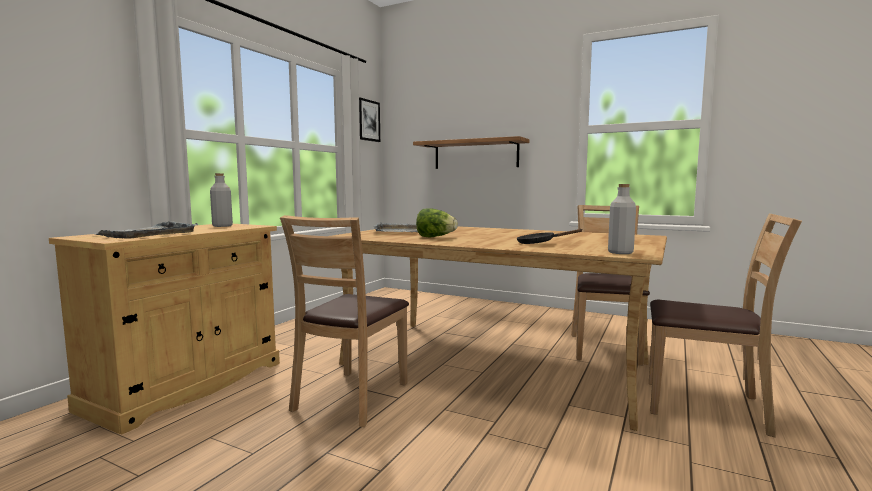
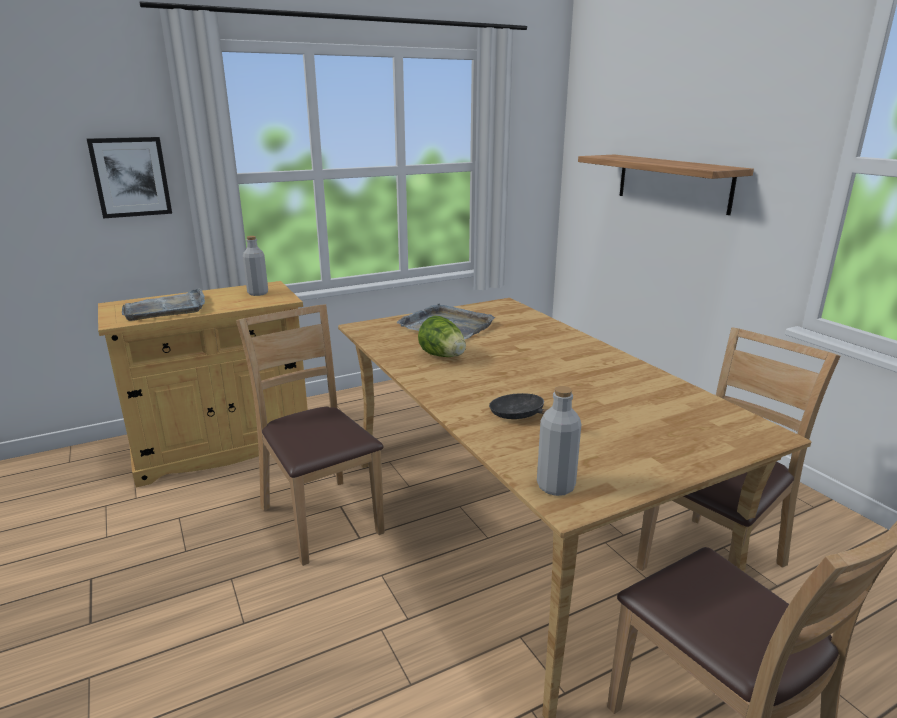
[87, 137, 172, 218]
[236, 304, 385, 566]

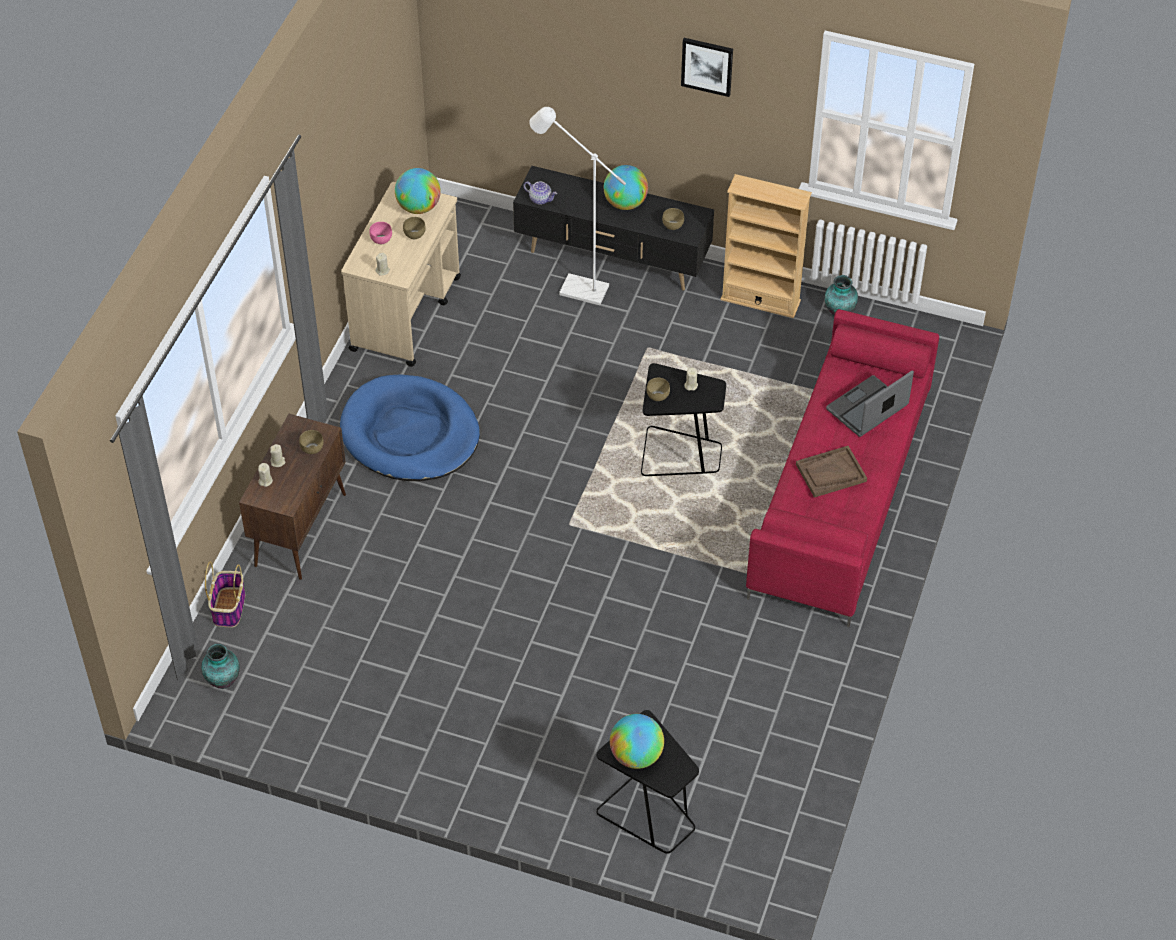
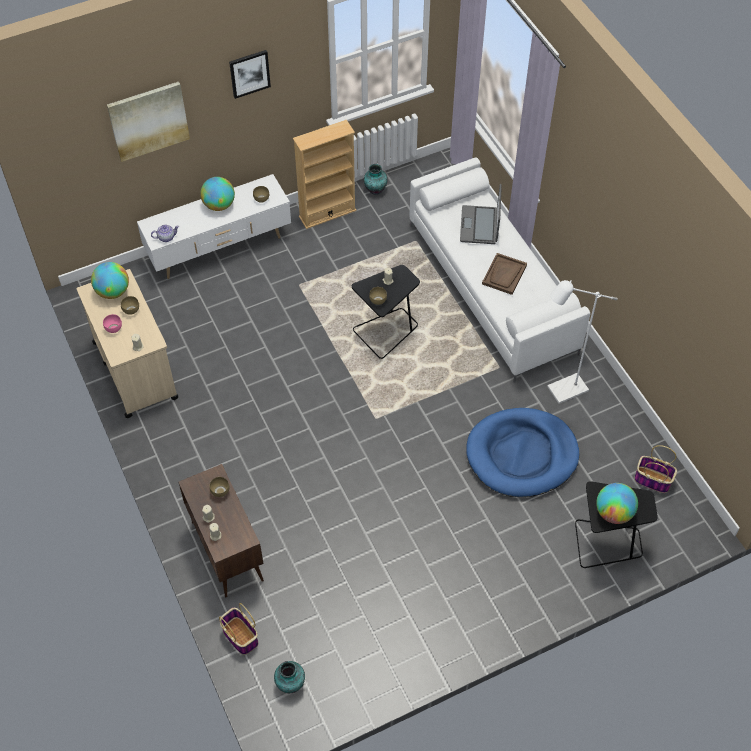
[107, 82, 190, 162]
[137, 174, 291, 279]
[409, 157, 590, 383]
[467, 408, 579, 497]
[547, 280, 618, 404]
[634, 445, 677, 493]

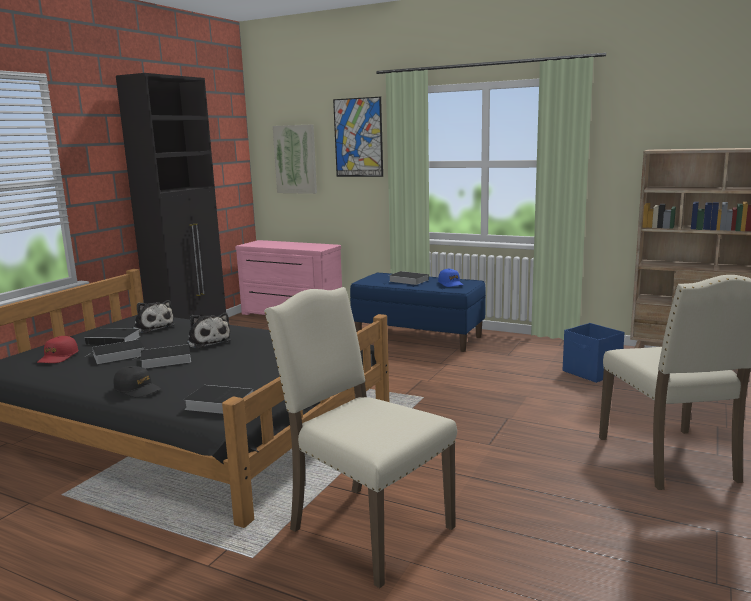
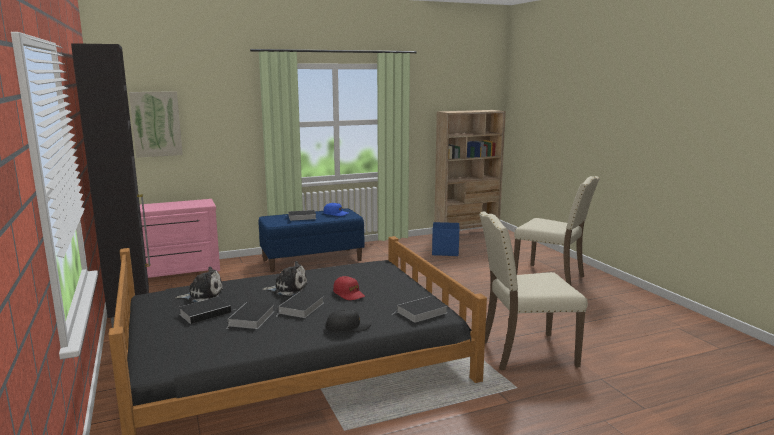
[333, 276, 365, 300]
[333, 97, 383, 177] (first image)

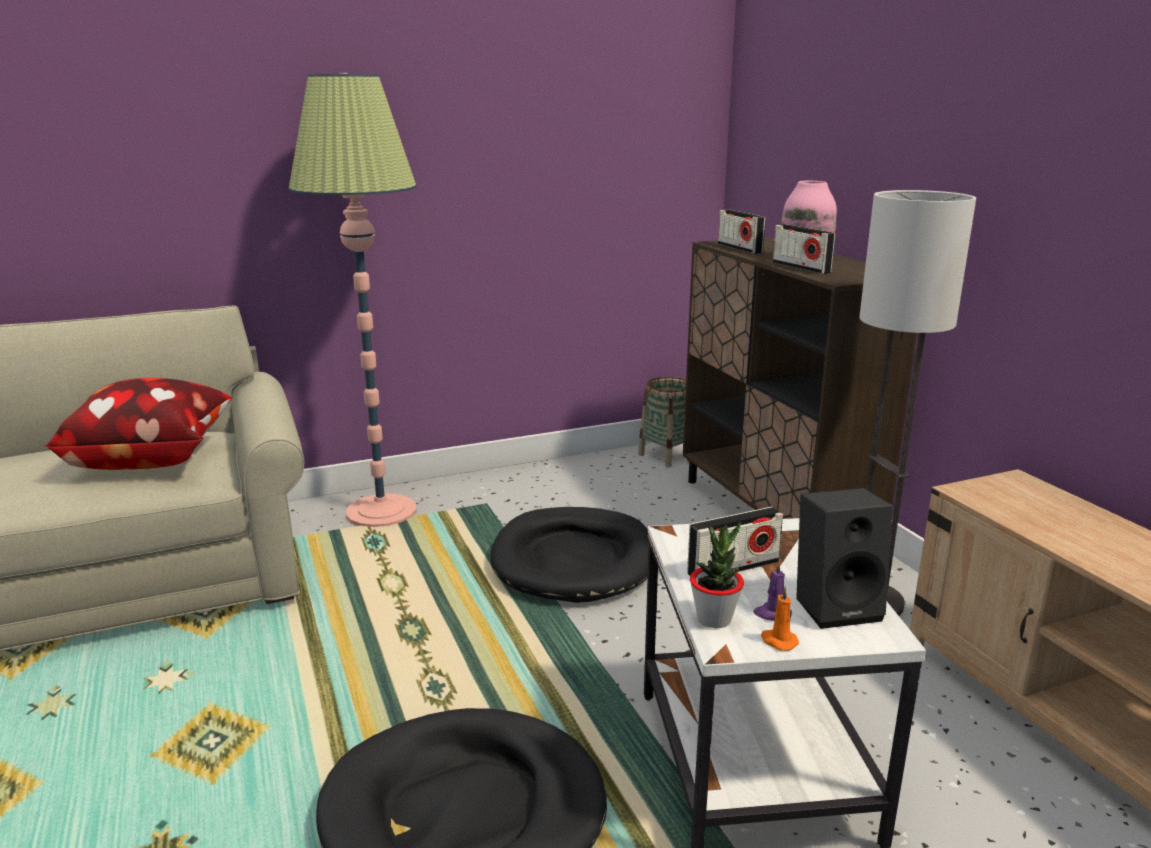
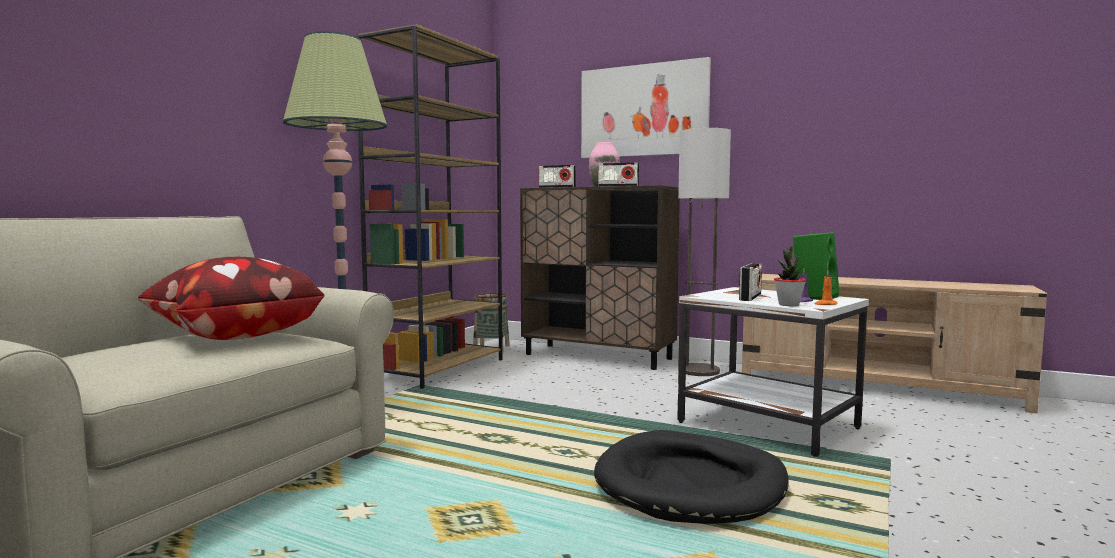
[356, 24, 502, 389]
[581, 57, 711, 158]
[793, 232, 839, 300]
[490, 507, 649, 603] (first image)

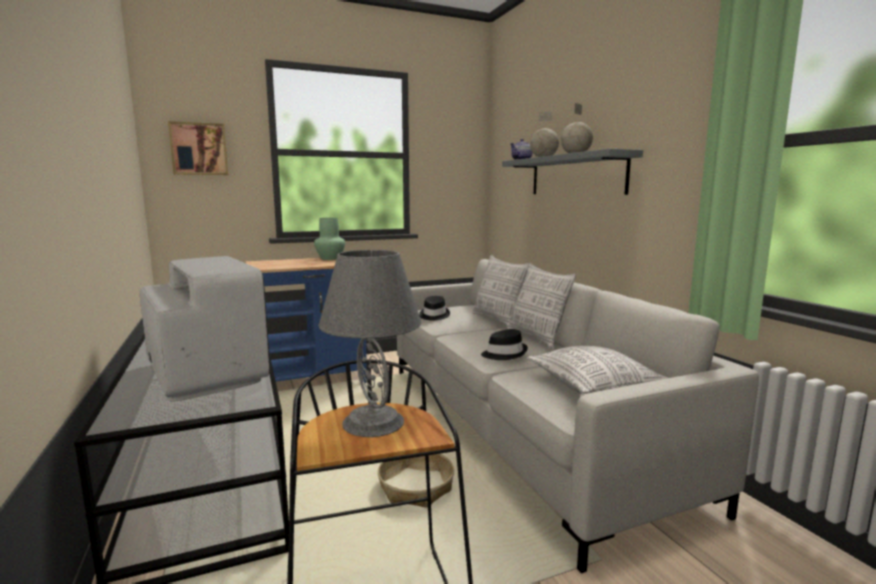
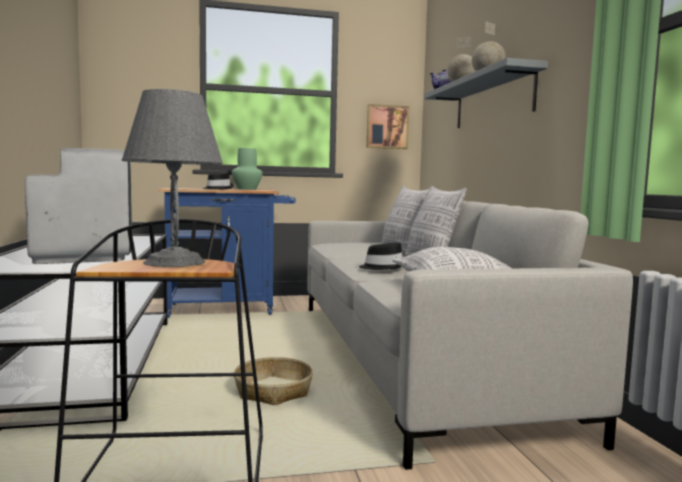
[203, 172, 234, 190]
[366, 104, 410, 149]

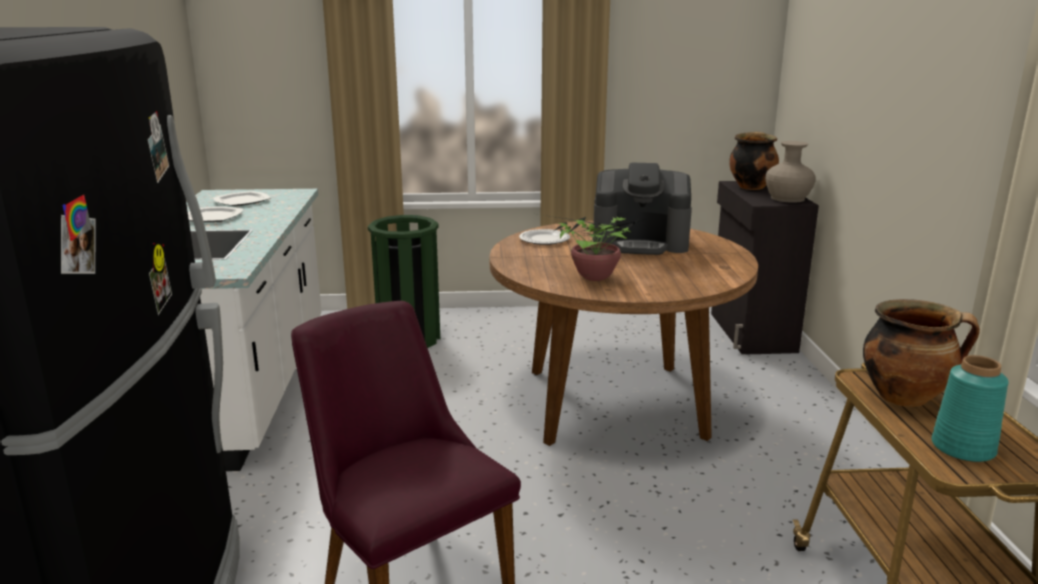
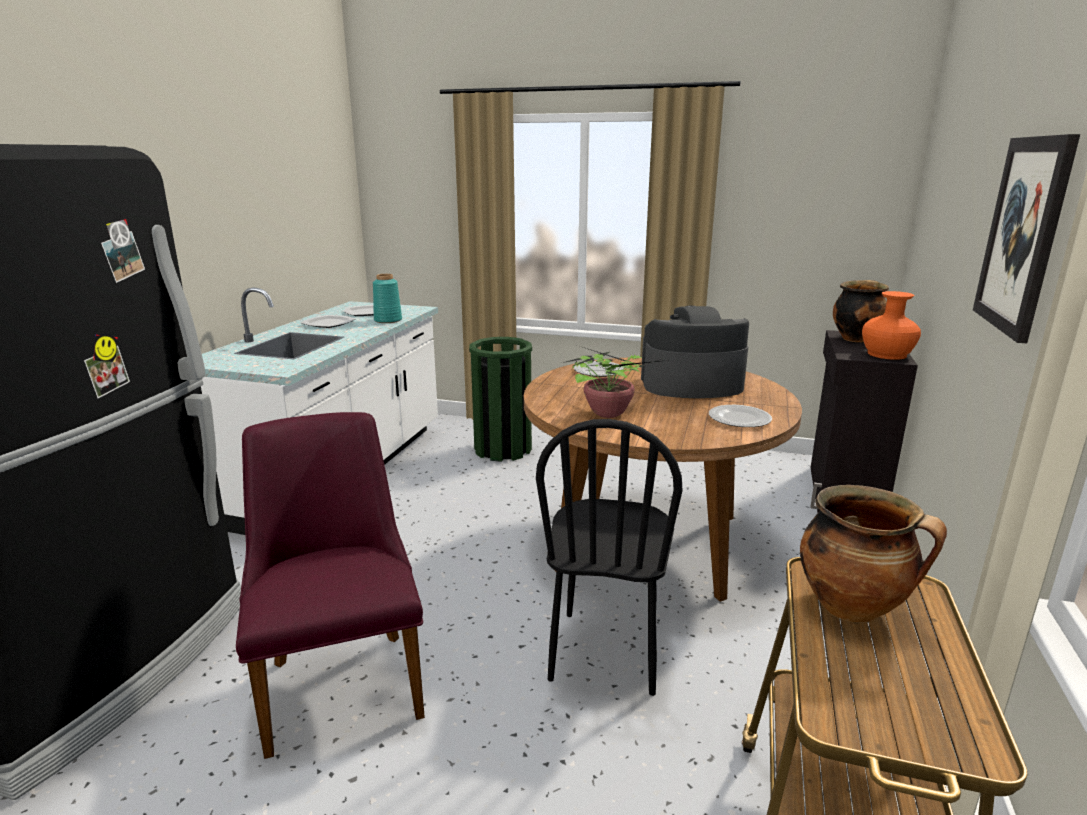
[373, 274, 402, 323]
[536, 419, 683, 696]
[641, 305, 749, 398]
[709, 405, 772, 427]
[862, 291, 921, 360]
[973, 134, 1080, 343]

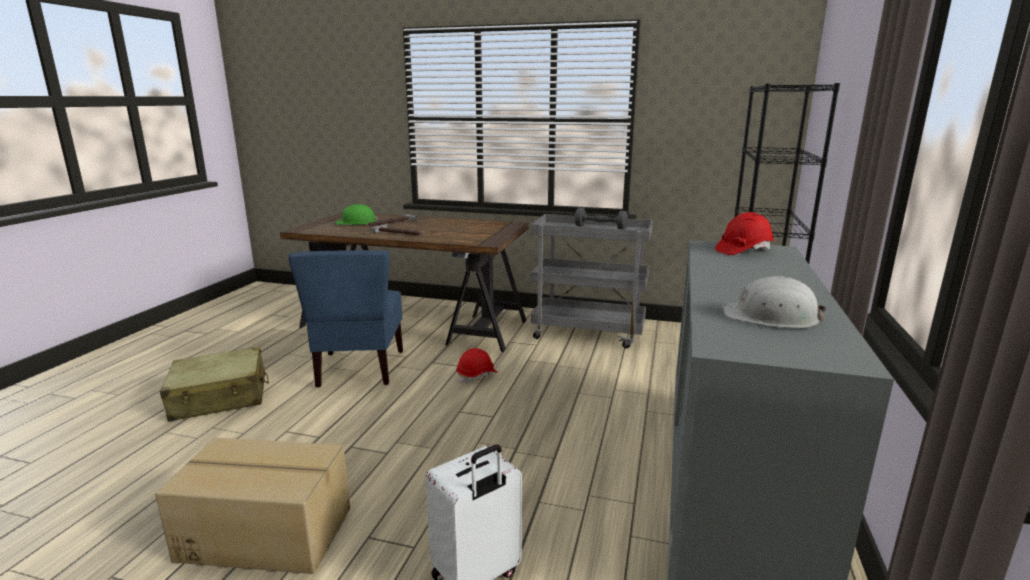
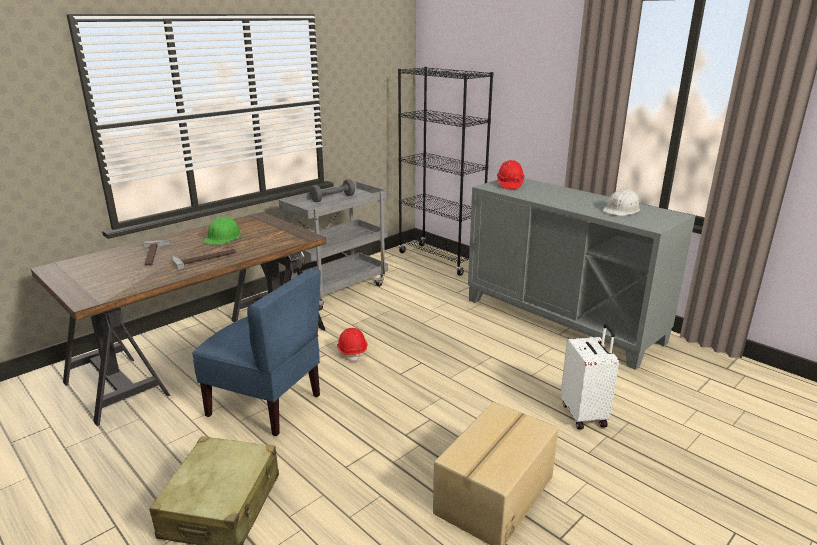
[204, 217, 241, 245]

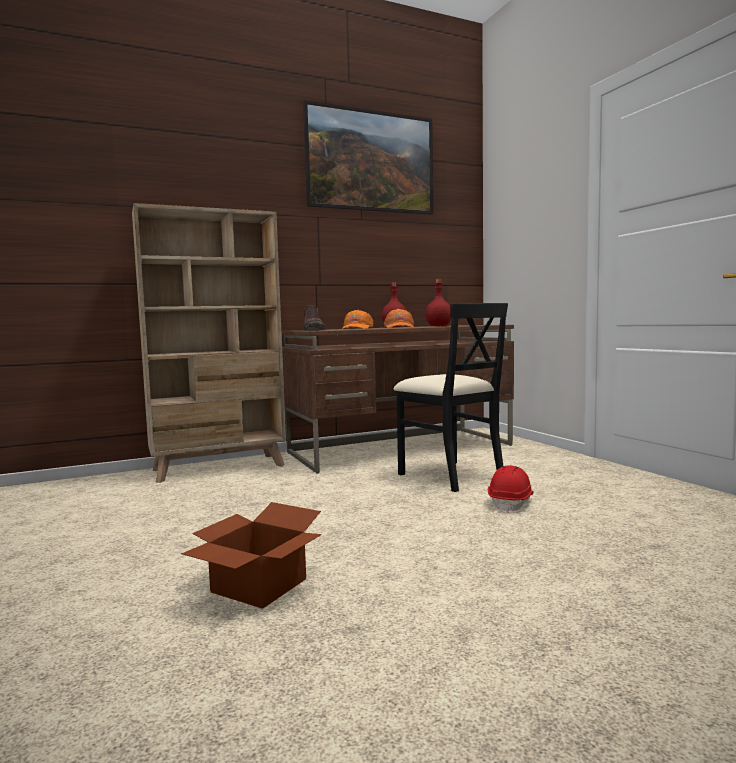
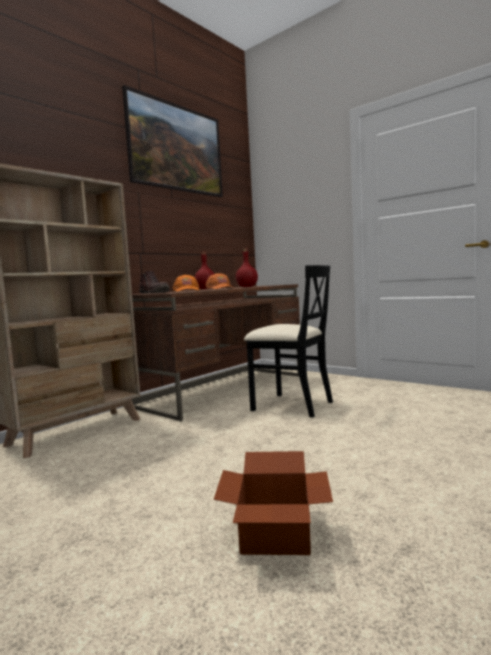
[488, 465, 534, 513] (first image)

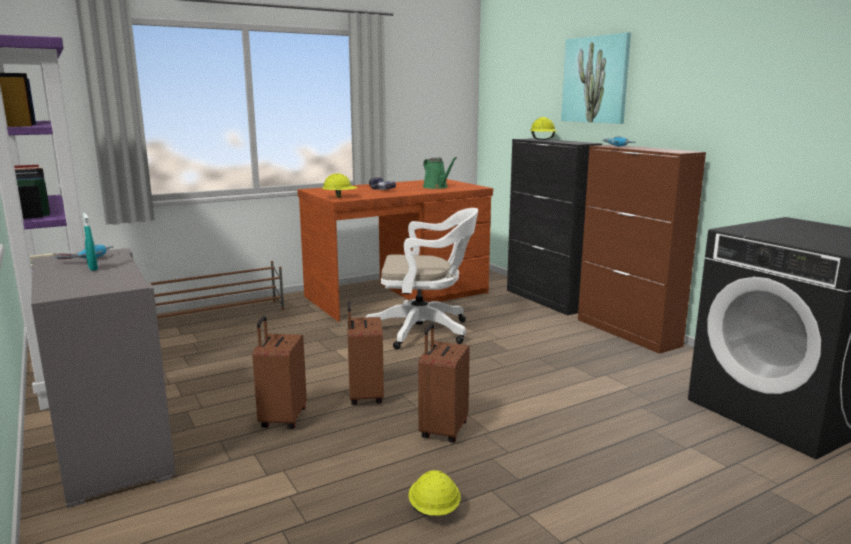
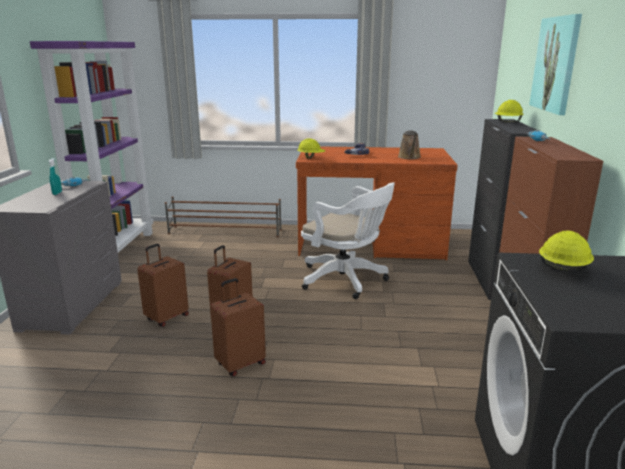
[398, 130, 421, 159]
[539, 231, 594, 272]

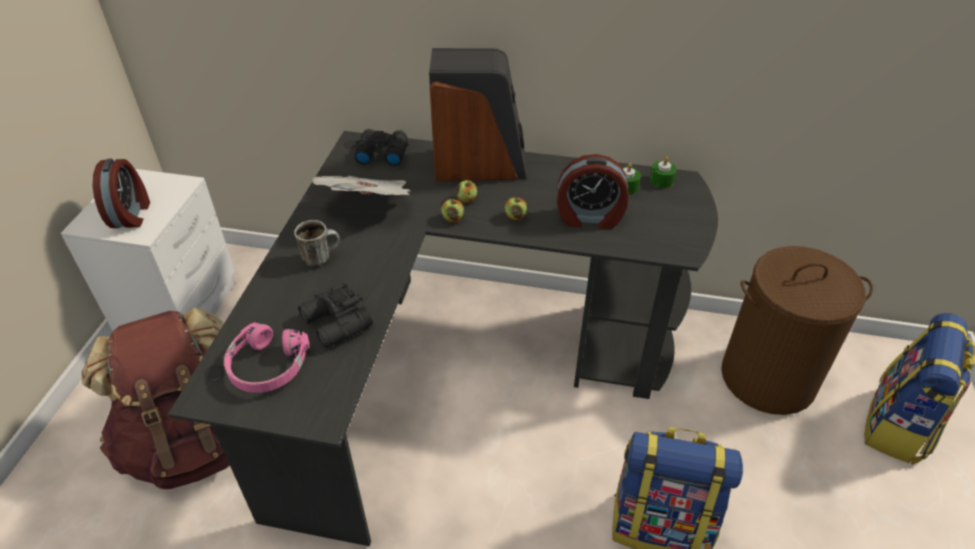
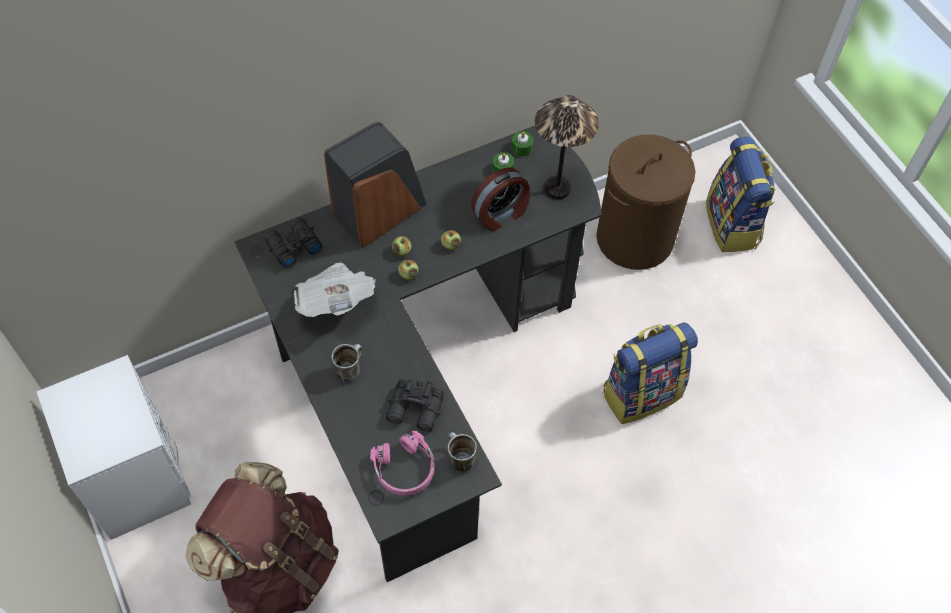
[448, 432, 477, 471]
[535, 95, 599, 199]
[93, 159, 150, 228] (first image)

